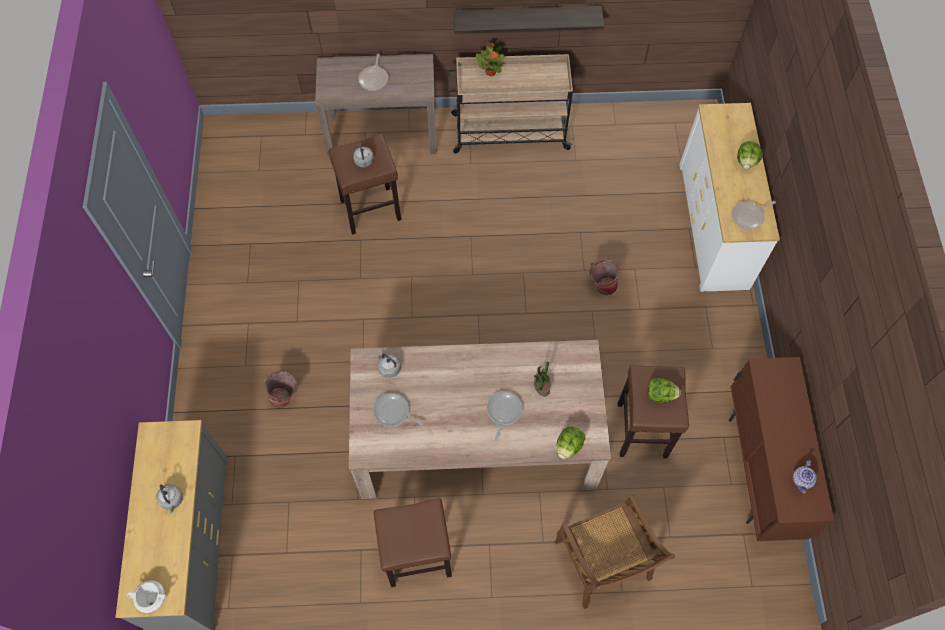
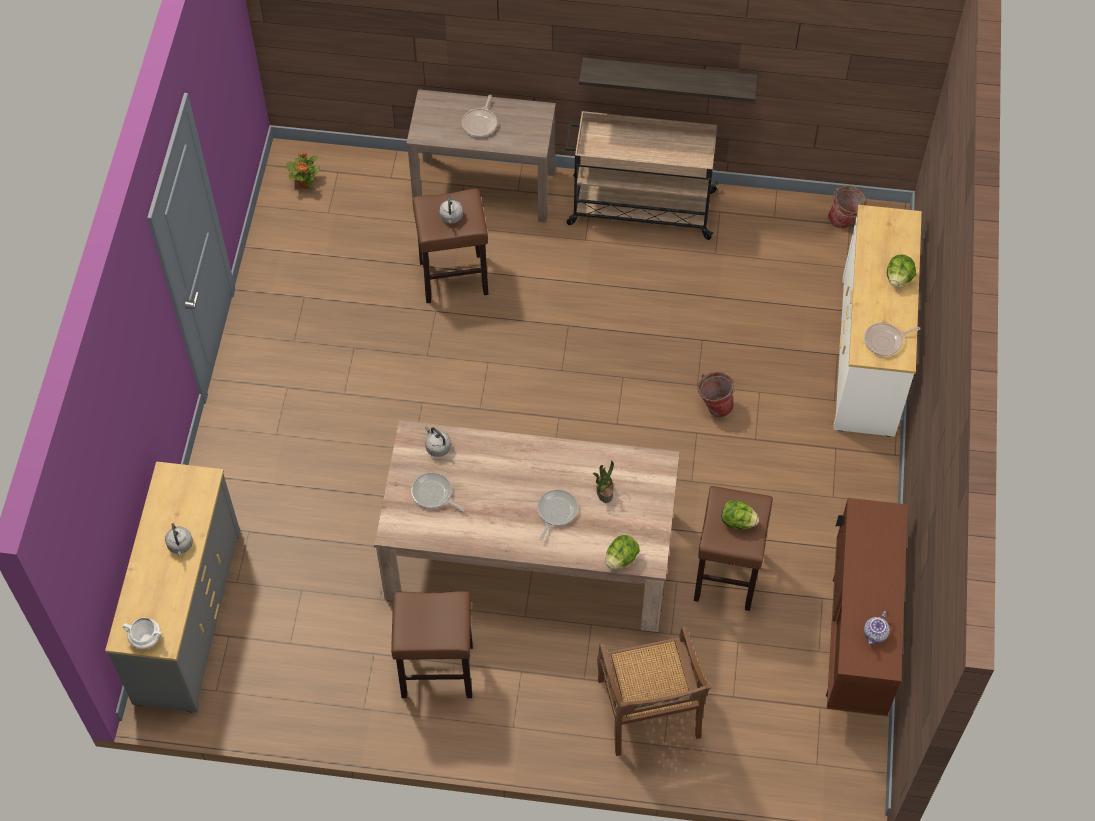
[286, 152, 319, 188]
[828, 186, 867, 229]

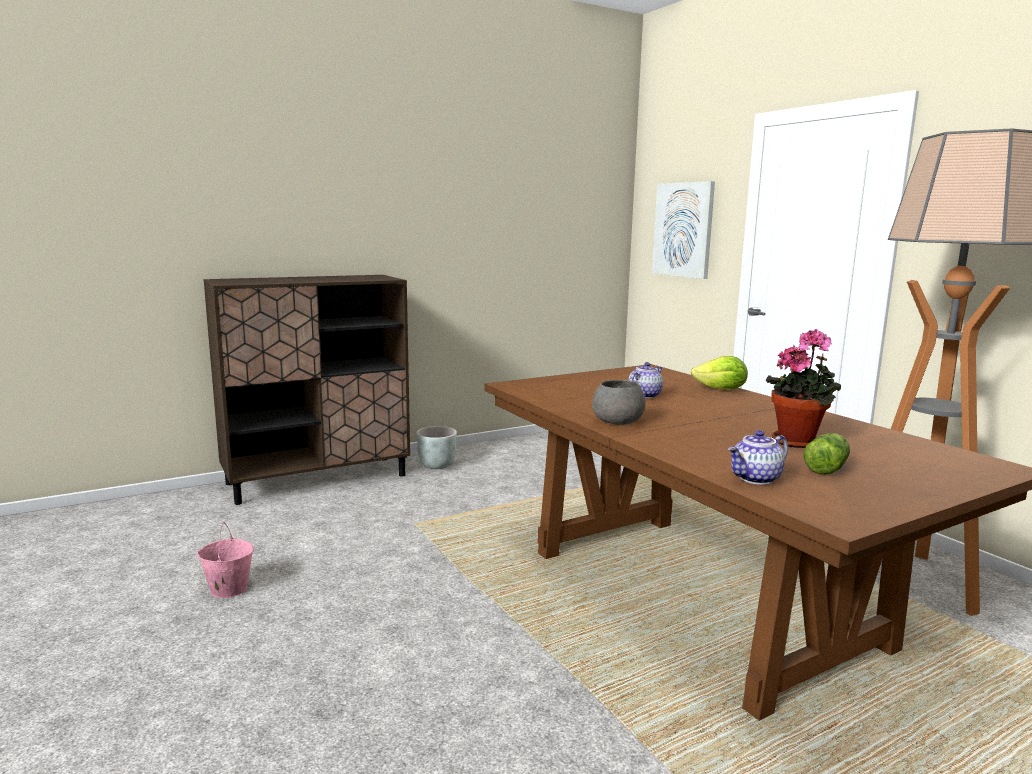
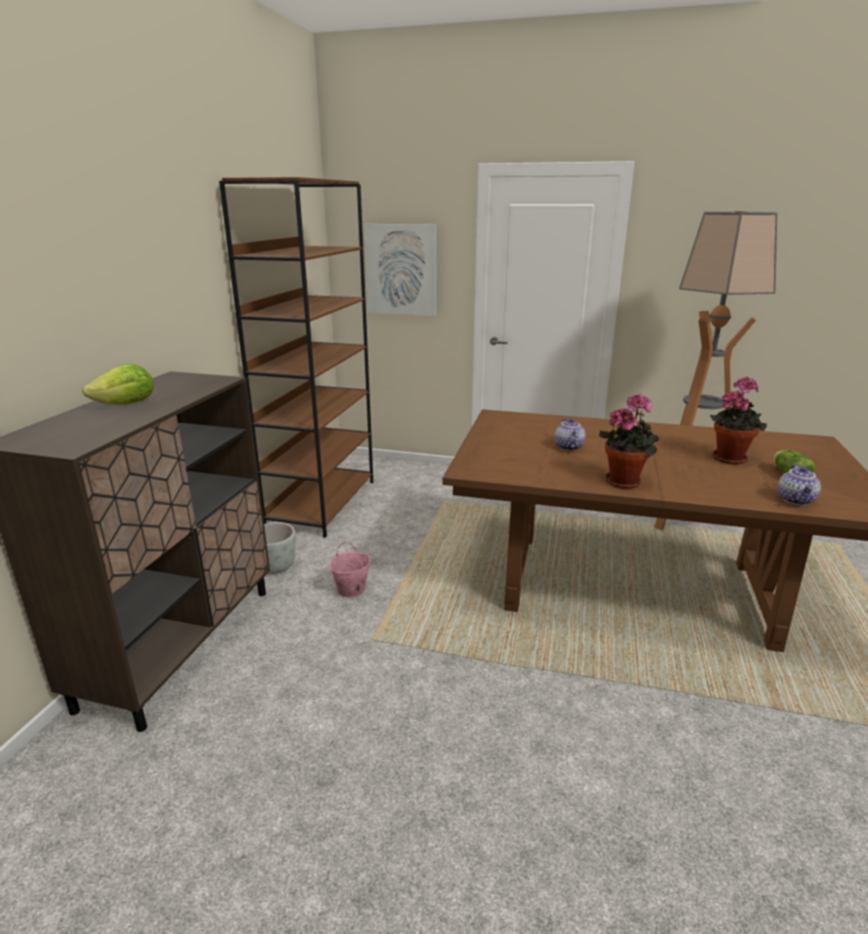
[82, 364, 154, 405]
[219, 177, 373, 538]
[329, 541, 370, 598]
[599, 394, 659, 489]

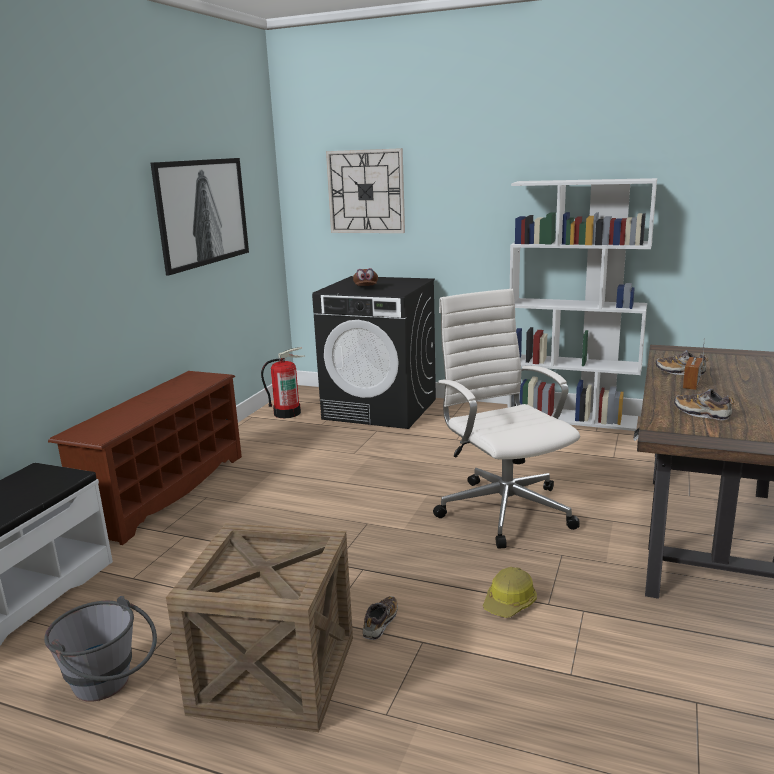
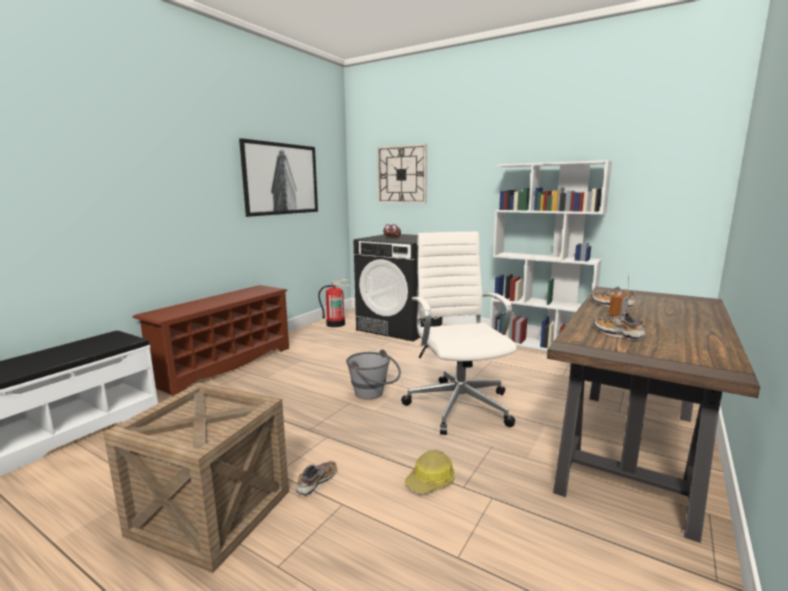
[346, 349, 401, 400]

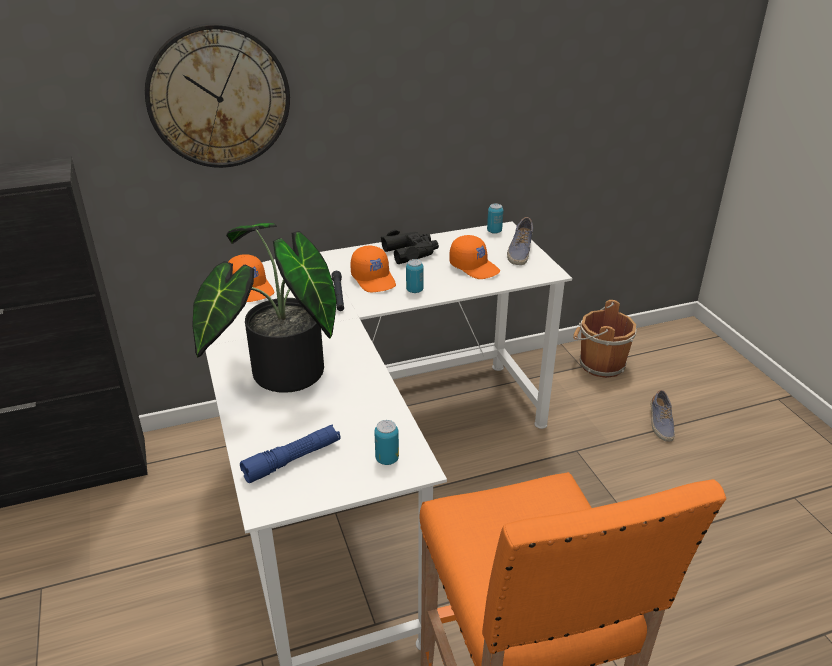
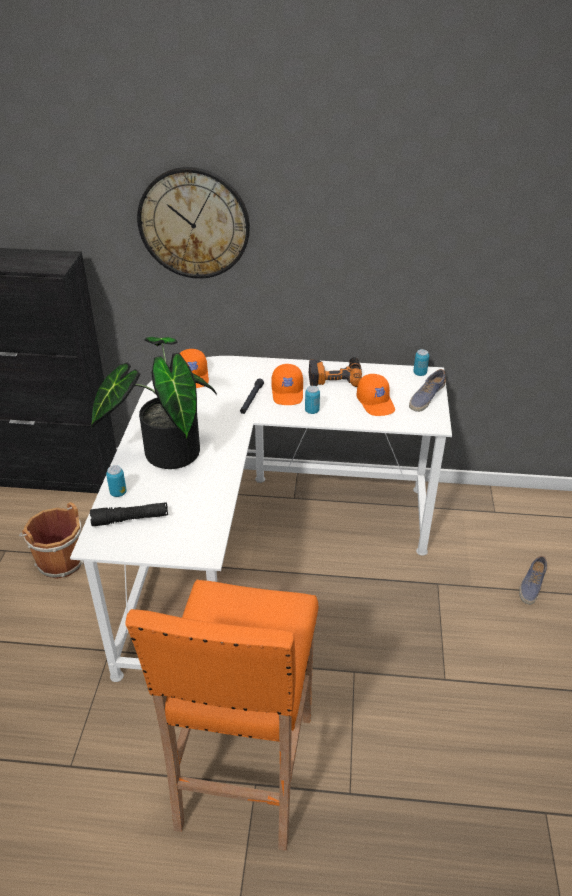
[19, 502, 84, 579]
[90, 503, 168, 526]
[106, 465, 126, 497]
[309, 357, 362, 387]

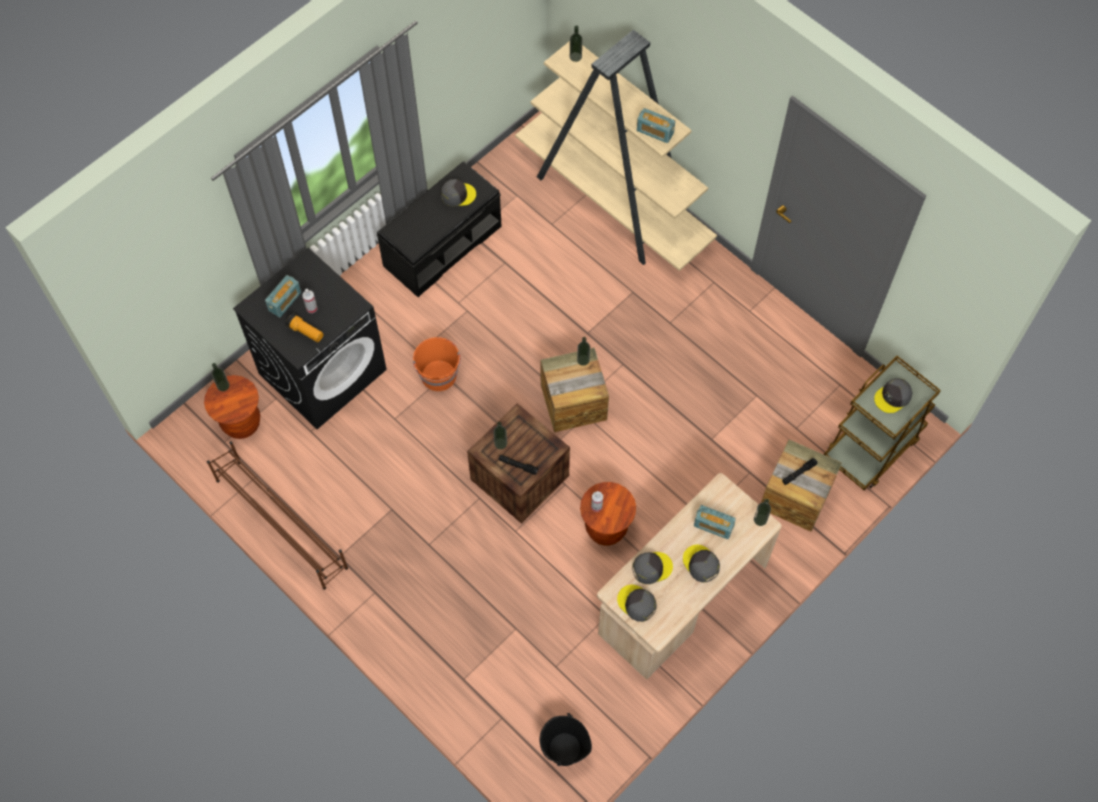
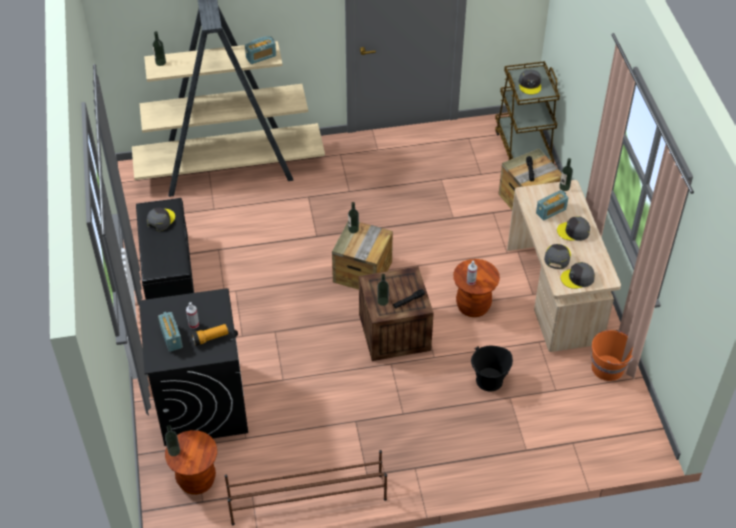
[471, 346, 513, 392]
[591, 330, 634, 381]

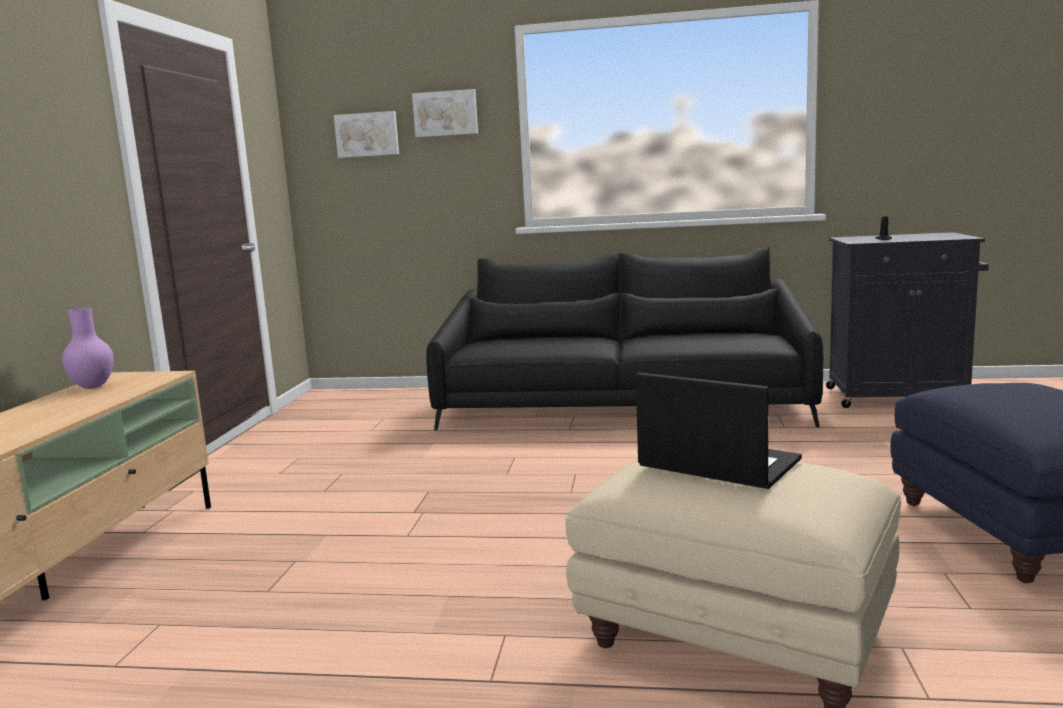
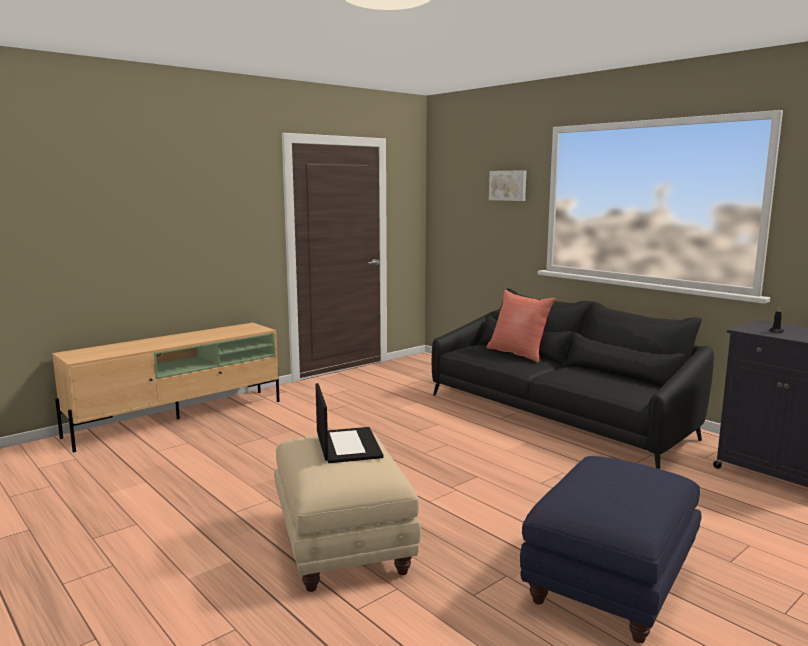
[487, 290, 556, 363]
[62, 308, 114, 389] (first image)
[334, 111, 399, 158] (first image)

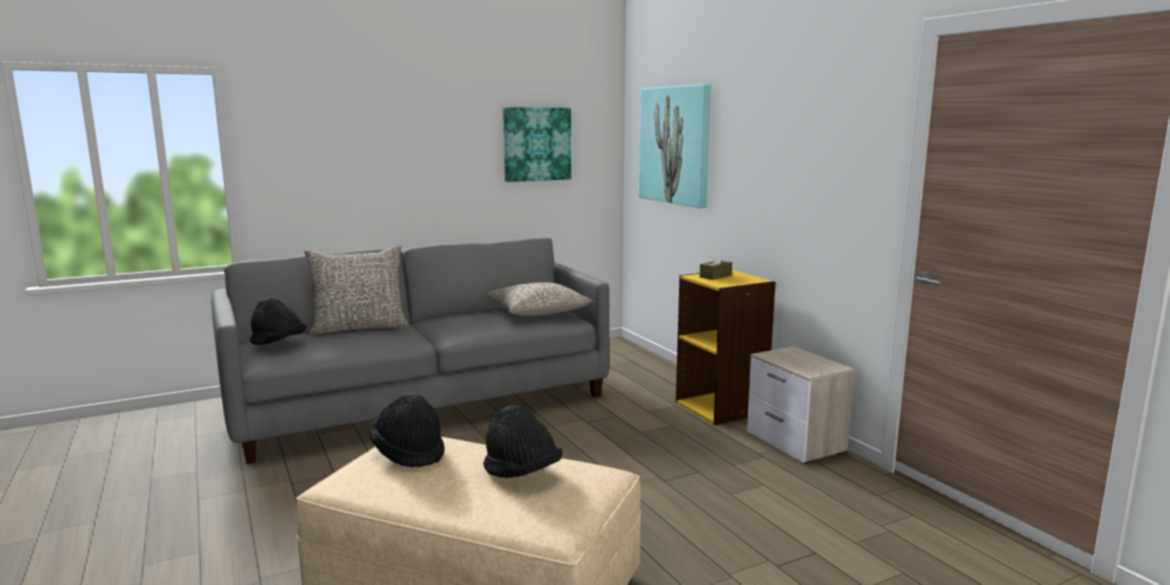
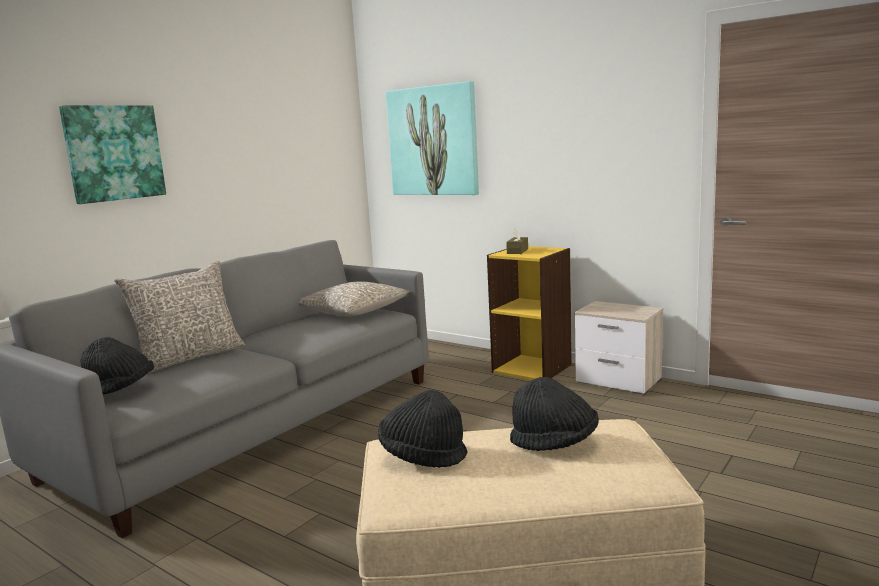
[59, 105, 166, 204]

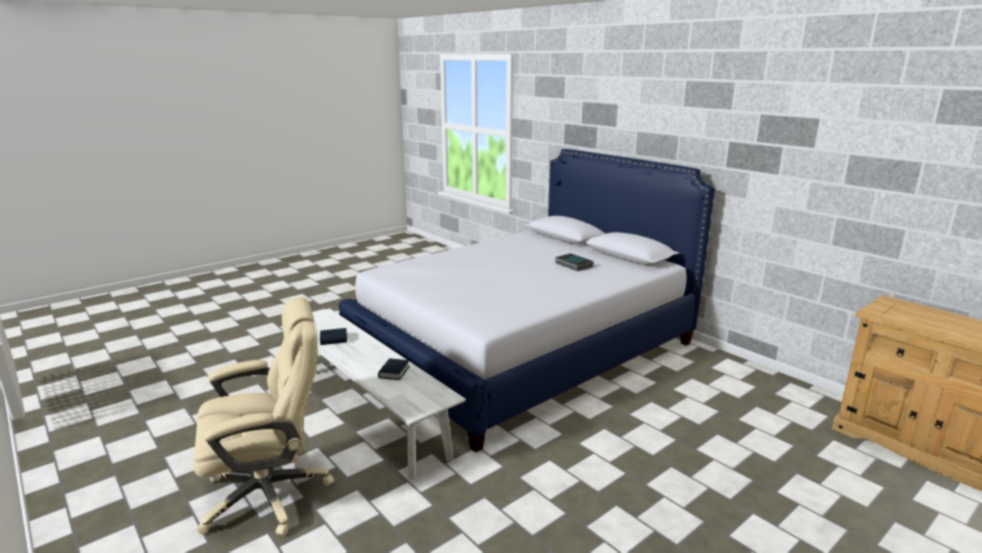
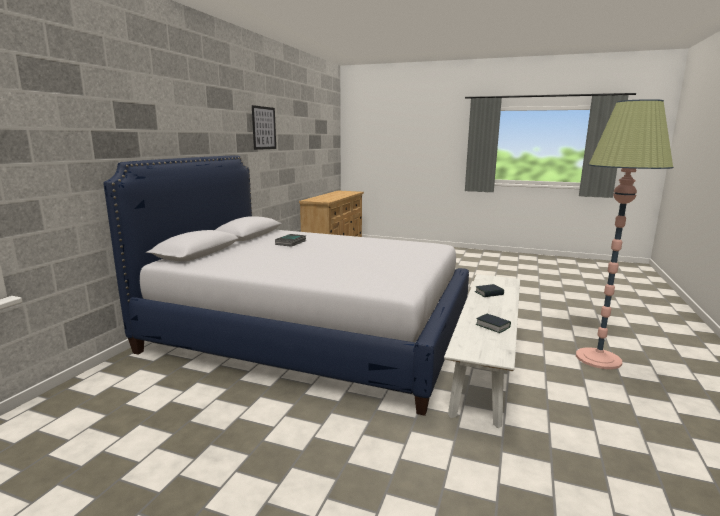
[252, 105, 276, 150]
[576, 99, 673, 369]

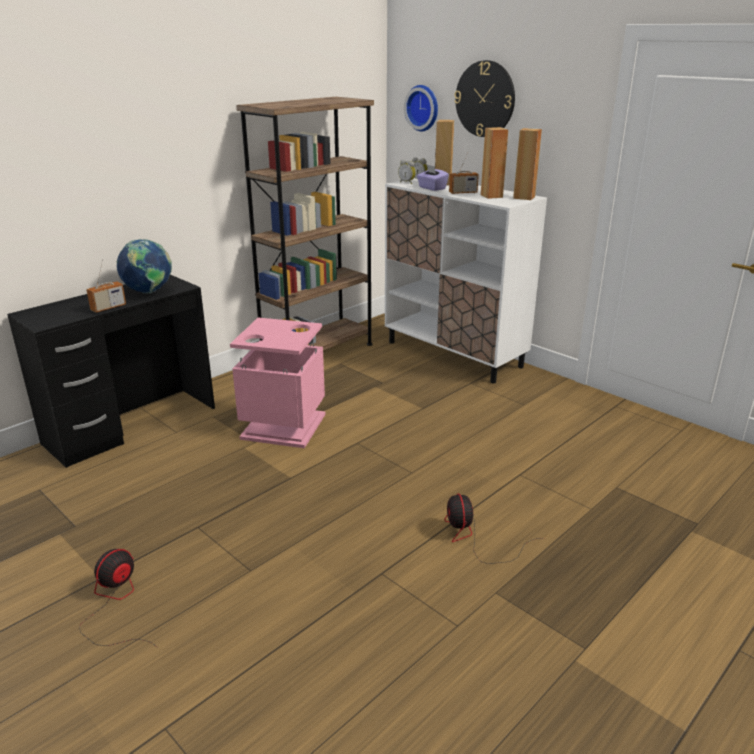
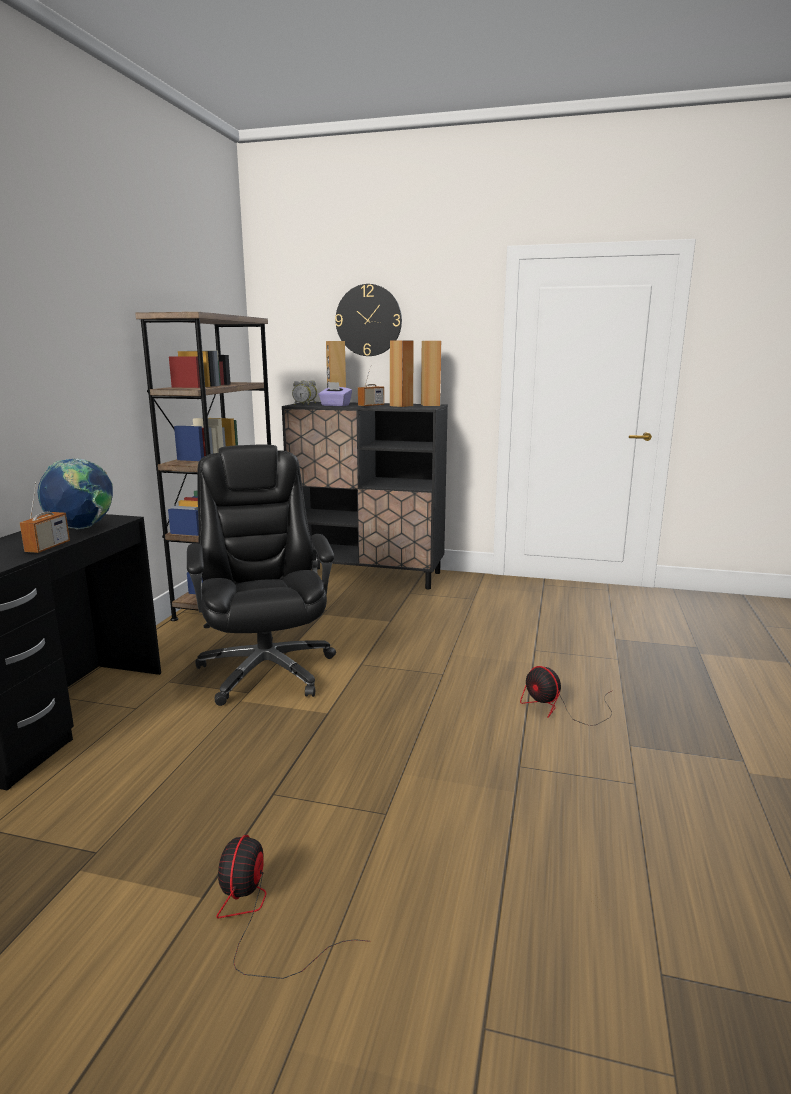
[187, 445, 336, 706]
[282, 402, 448, 589]
[404, 85, 438, 132] (first image)

